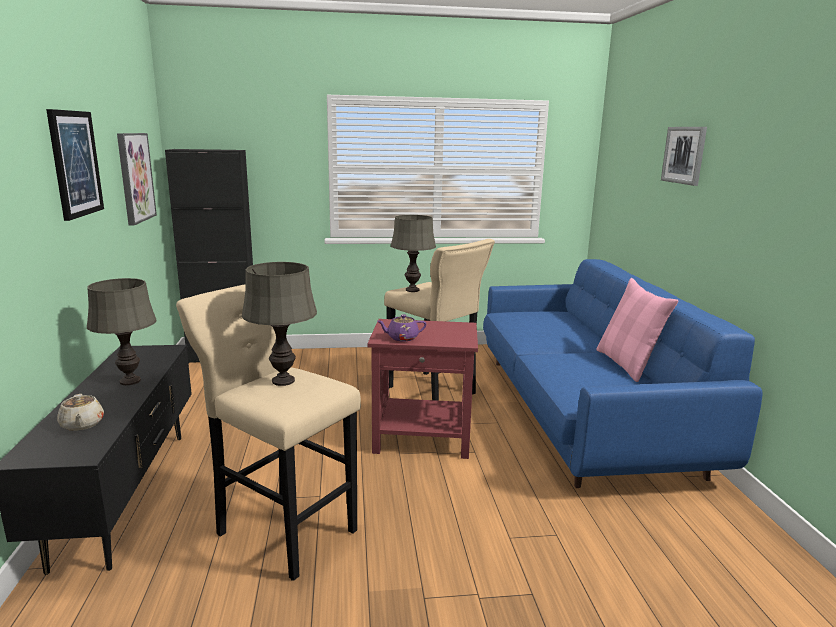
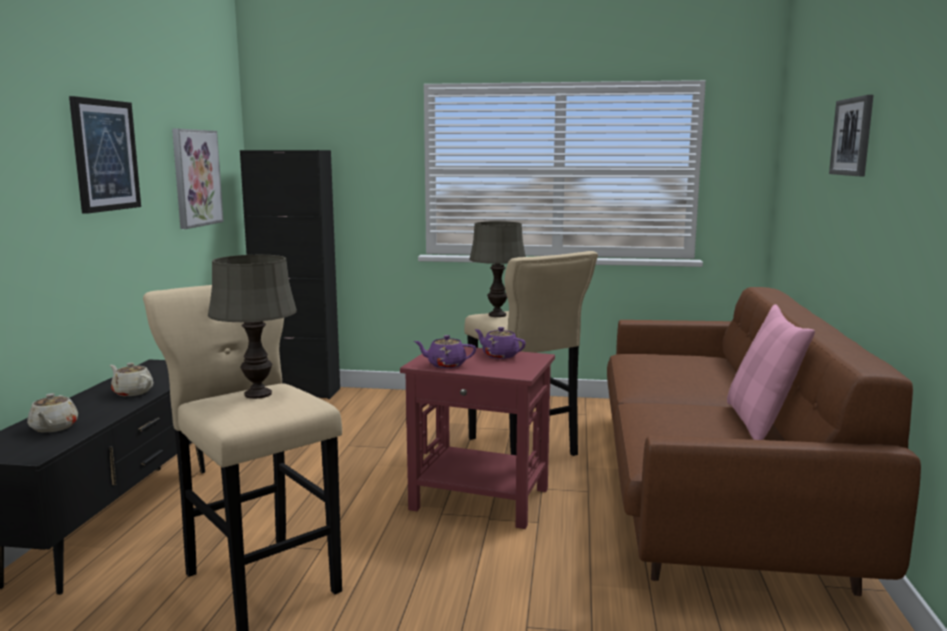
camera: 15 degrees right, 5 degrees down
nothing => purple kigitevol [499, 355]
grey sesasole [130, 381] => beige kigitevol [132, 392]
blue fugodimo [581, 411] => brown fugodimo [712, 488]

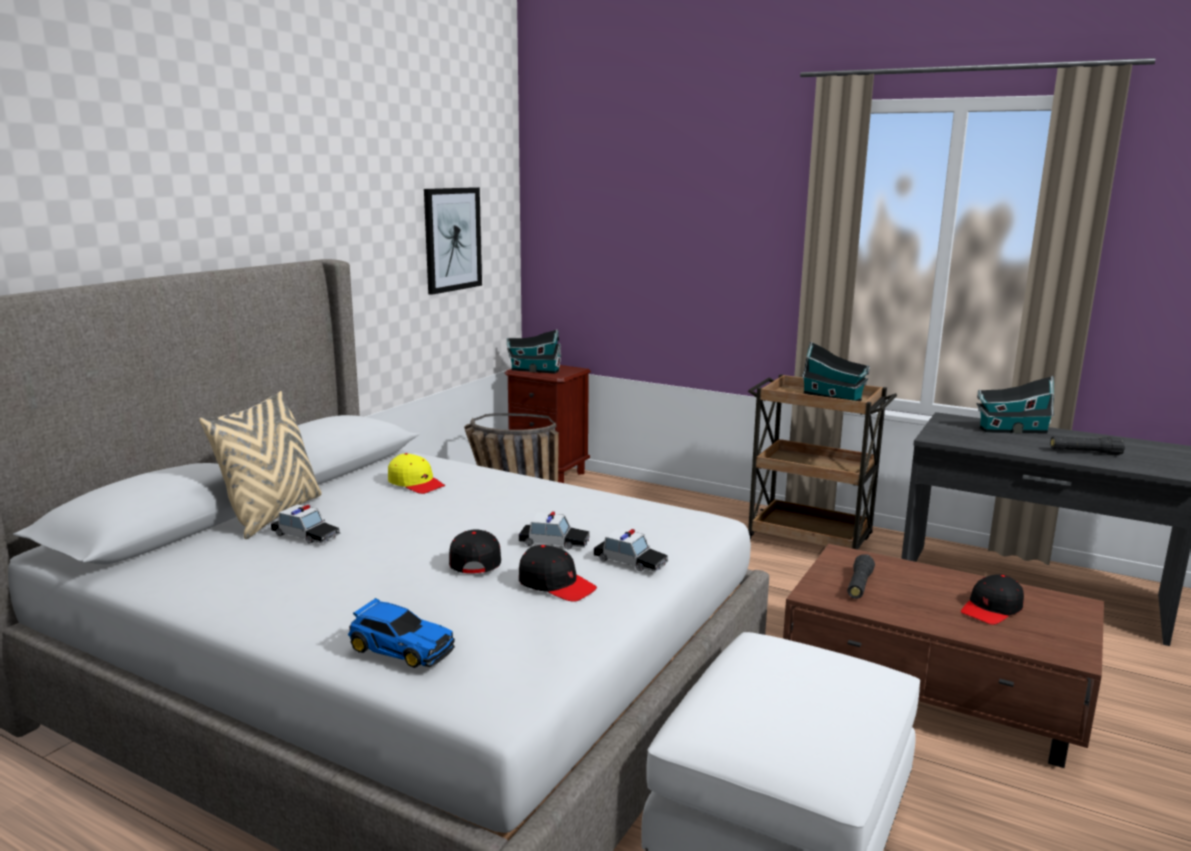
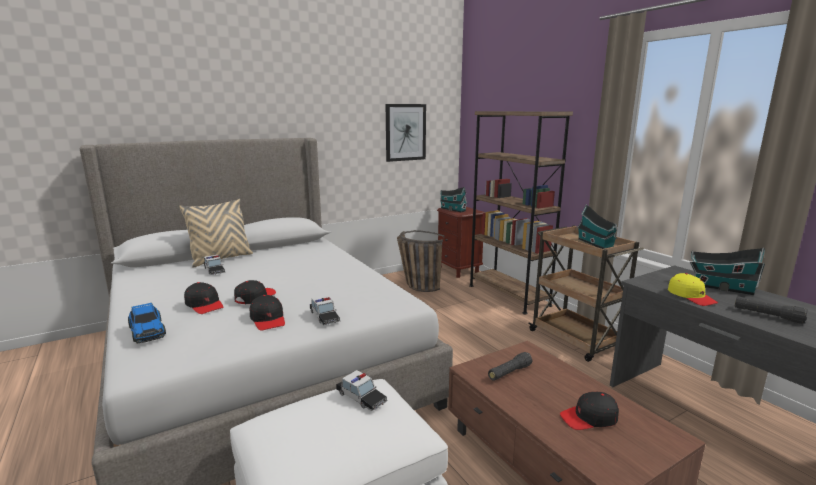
camera: 30 degrees right, 0 degrees up
nothing => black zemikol [204, 305]
nothing => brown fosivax [508, 295]
yellow zemikol [416, 483] => yellow zemikol [691, 296], moved
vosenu [554, 542] => vosenu [361, 397], moved

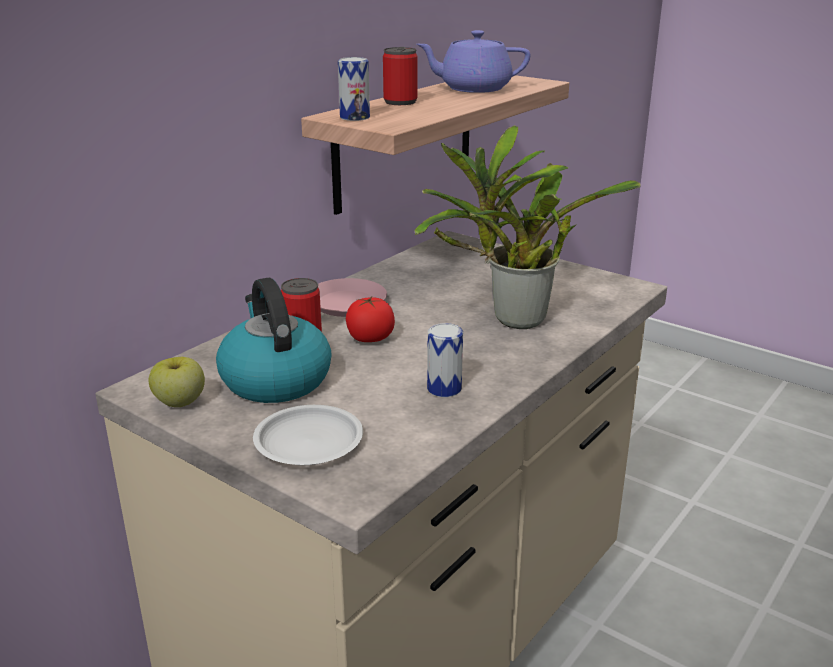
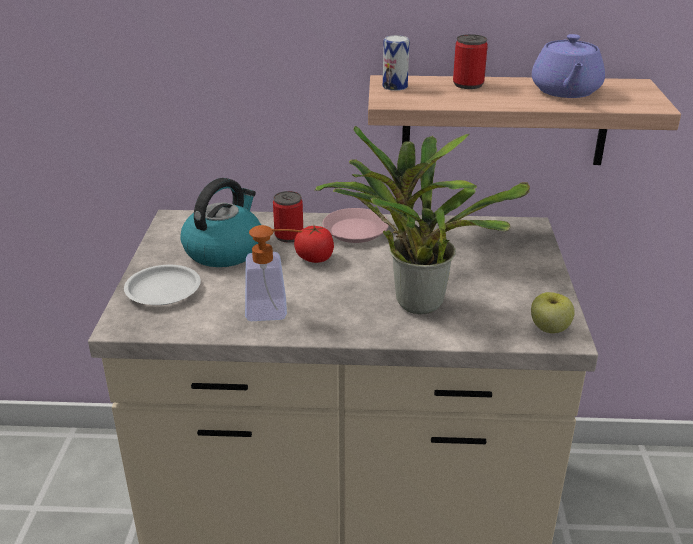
camera: 55 degrees right, 5 degrees up
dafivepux [180, 402] => dafivepux [549, 328], moved
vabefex [444, 388] => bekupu [275, 310]
purple kigitevol [473, 89] => purple kigitevol [565, 91], 135 degrees counterclockwise

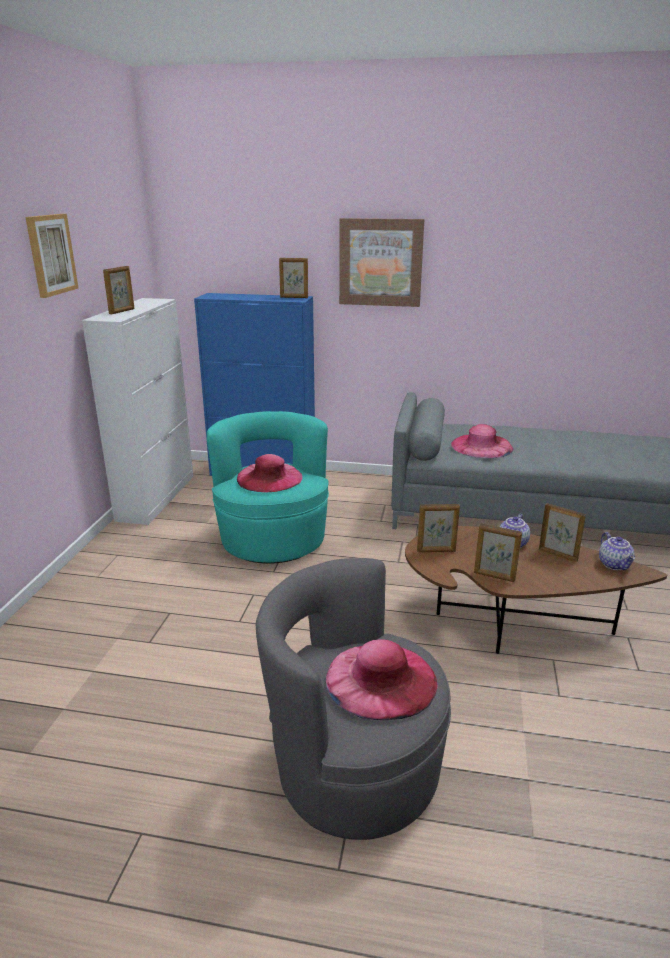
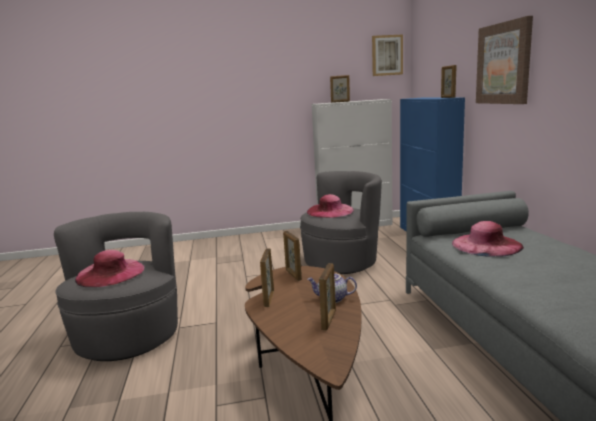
camera: 70 degrees right, 10 degrees down
kigitevol [615, 565] => nothing
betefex [51, 255] => betefex [387, 55], moved
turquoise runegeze [273, 539] => grey runegeze [342, 261]

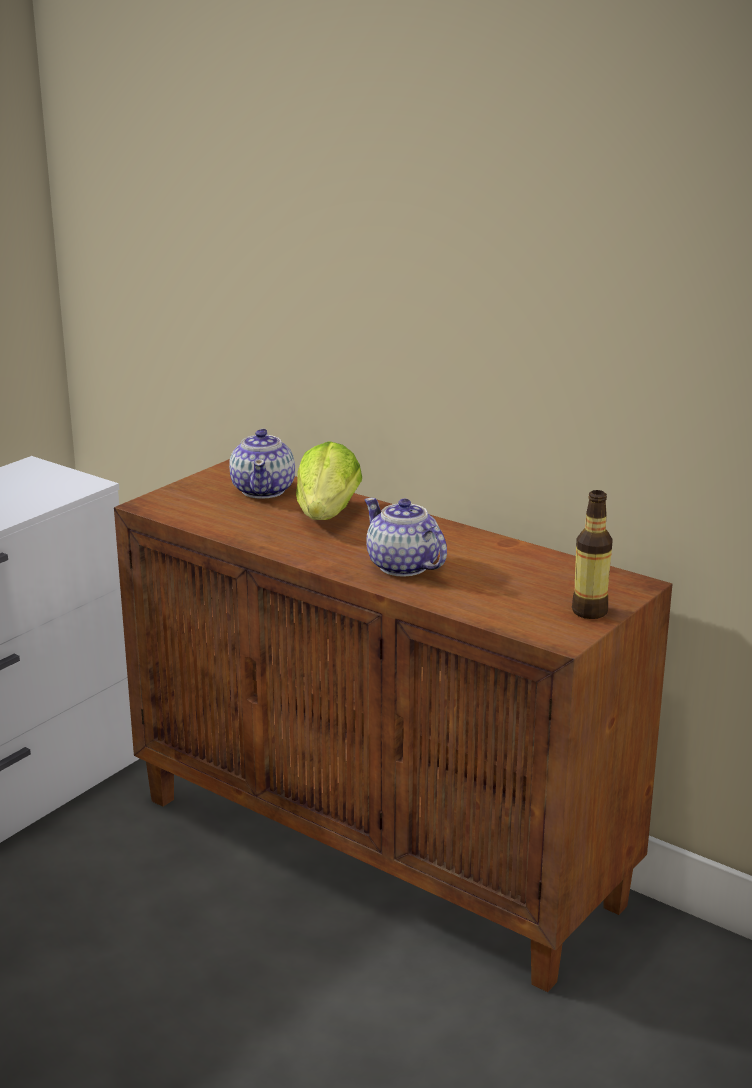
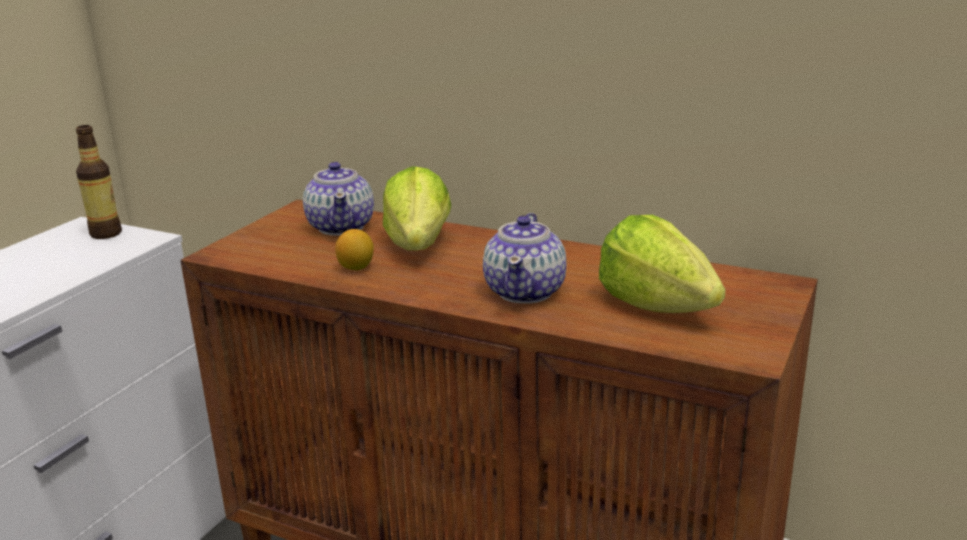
camera: 10 degrees left, 0 degrees up
nothing => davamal [356, 267]
nothing => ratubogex [656, 305]
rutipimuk [589, 611] => rutipimuk [106, 233], moved
kigitevol [403, 566] => kigitevol [526, 291], 120 degrees counterclockwise

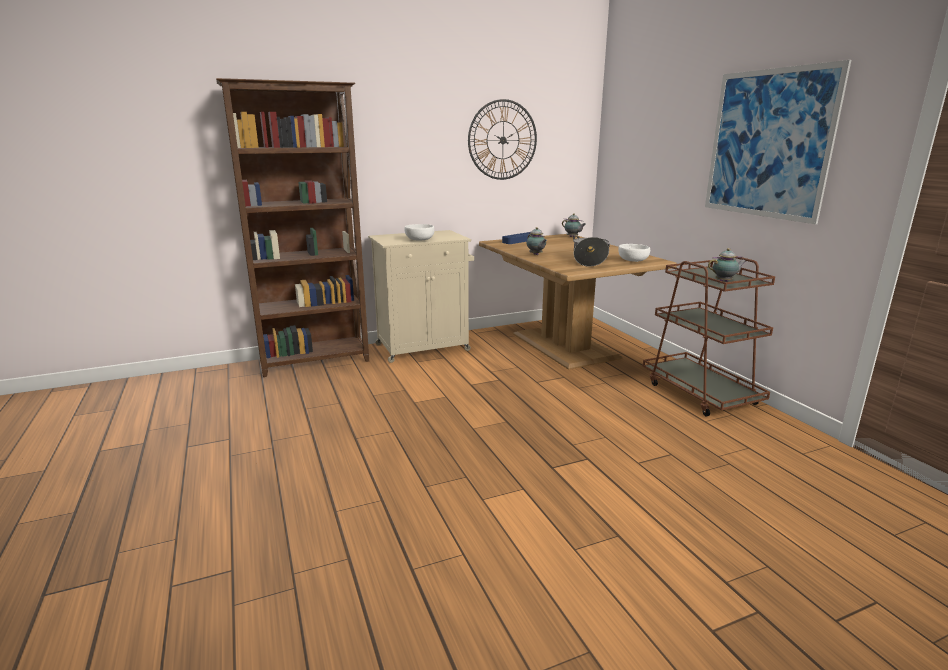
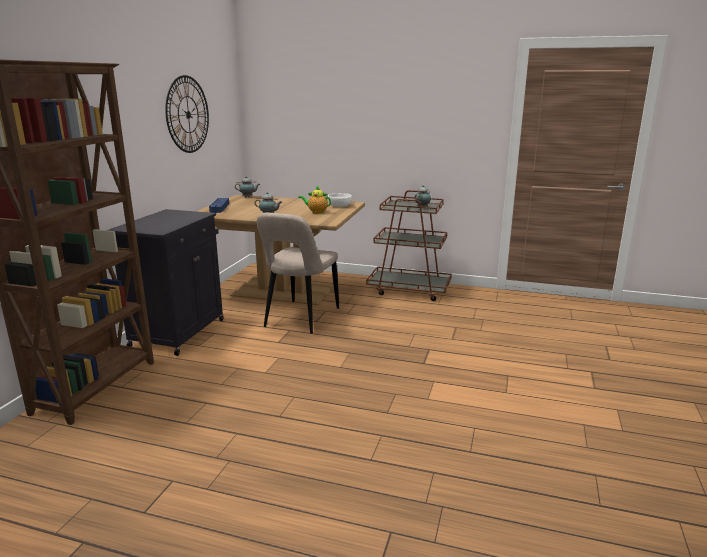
camera: 50 degrees left, 0 degrees up
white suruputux [420, 240] => nothing
betefex [768, 144] => nothing
nothing => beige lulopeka [300, 319]
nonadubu [589, 260] => kigitevol [316, 212]
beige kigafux [424, 347] => black kigafux [179, 332]

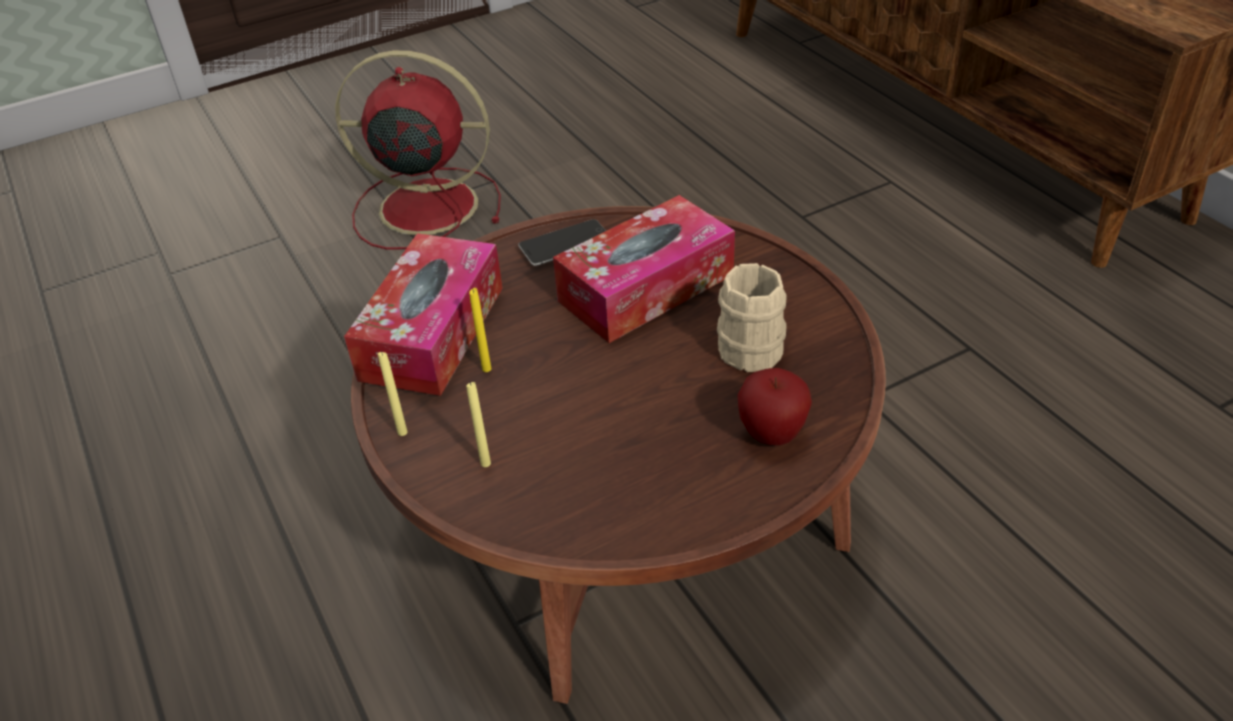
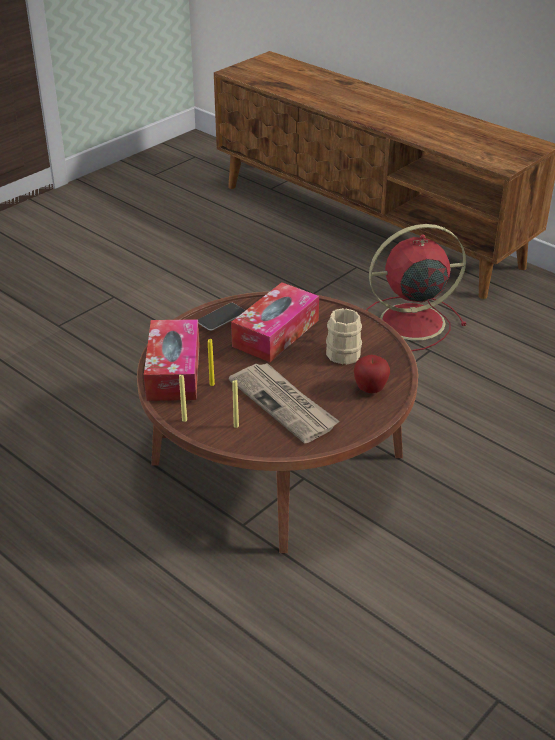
camera: 20 degrees left, 5 degrees down
nothing => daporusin [284, 404]
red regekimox [424, 207] => red regekimox [409, 322], moved

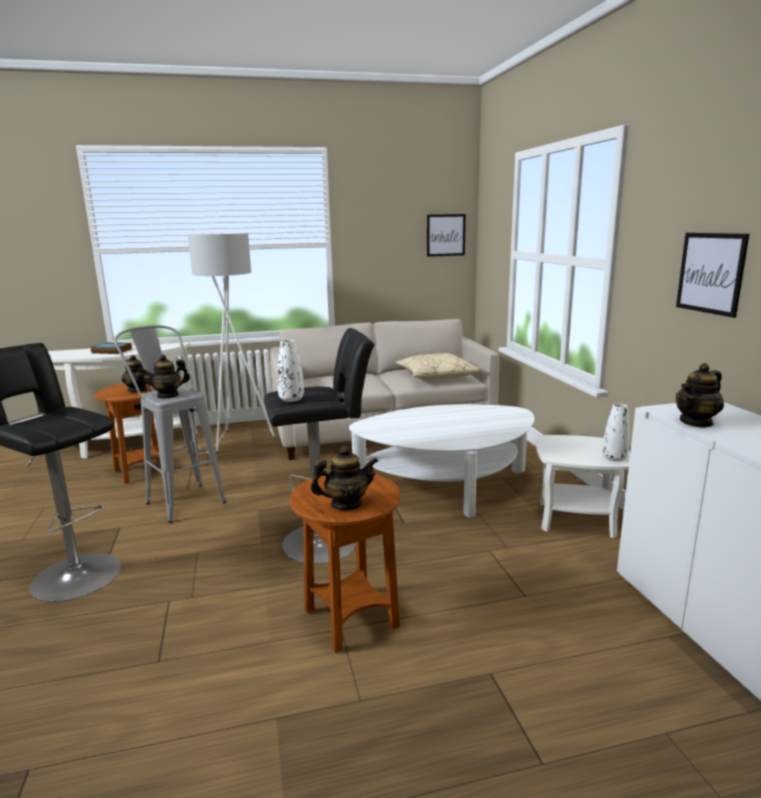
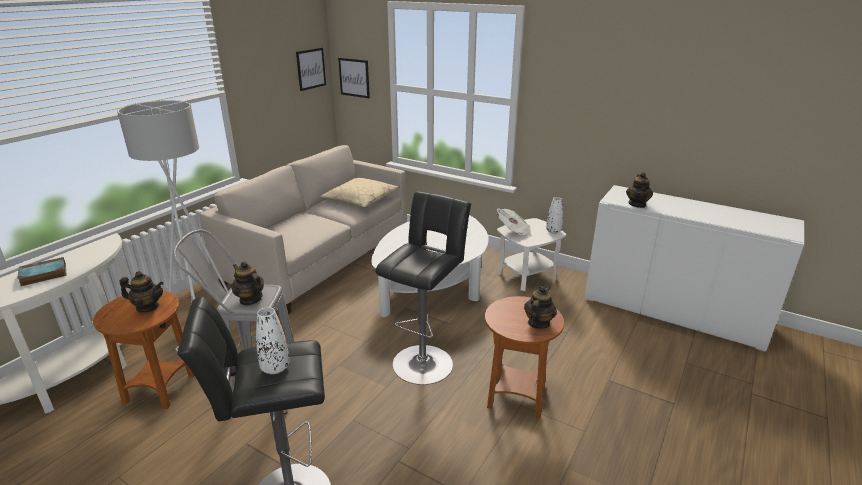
camera: 45 degrees left, 10 degrees up
nothing => daporusin [514, 231]
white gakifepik [291, 399] => white gakifepik [275, 368], moved
betefex [710, 273] => betefex [354, 77], moved
kigitevol [168, 395] => kigitevol [250, 299], 120 degrees clockwise

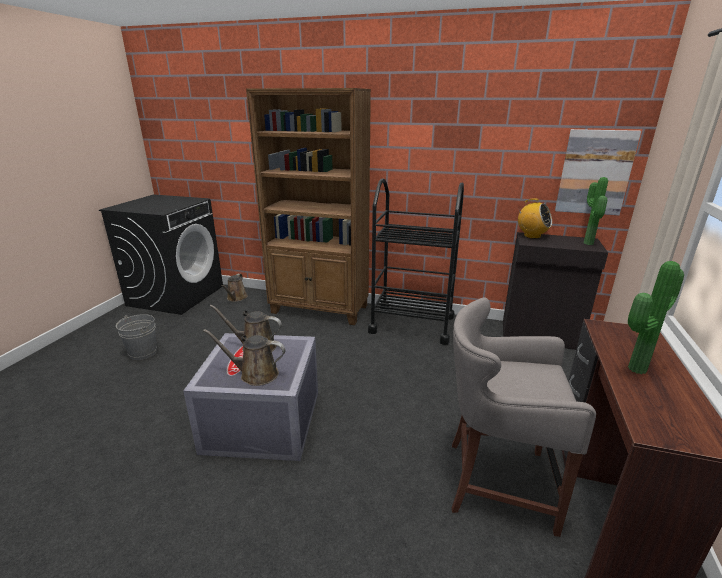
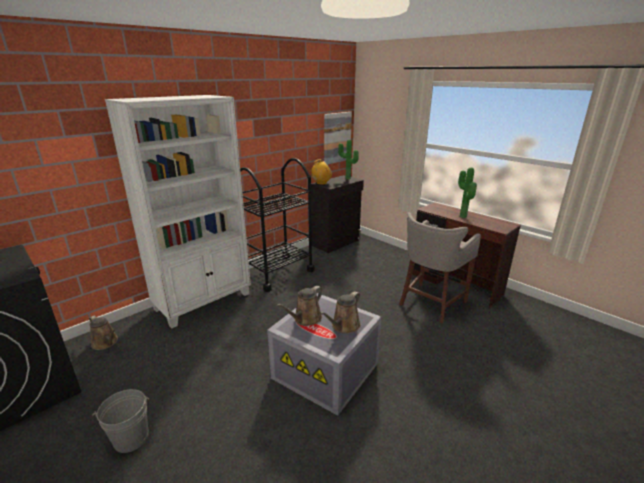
camera: 60 degrees left, 0 degrees up
brown fosivax [320, 310] => white fosivax [204, 301]

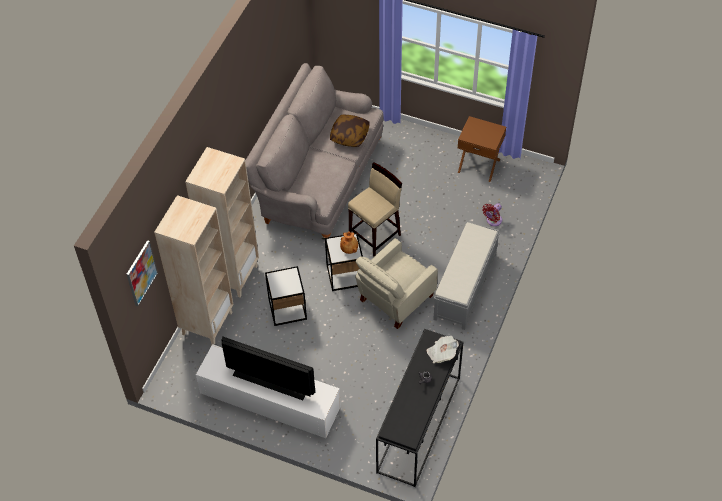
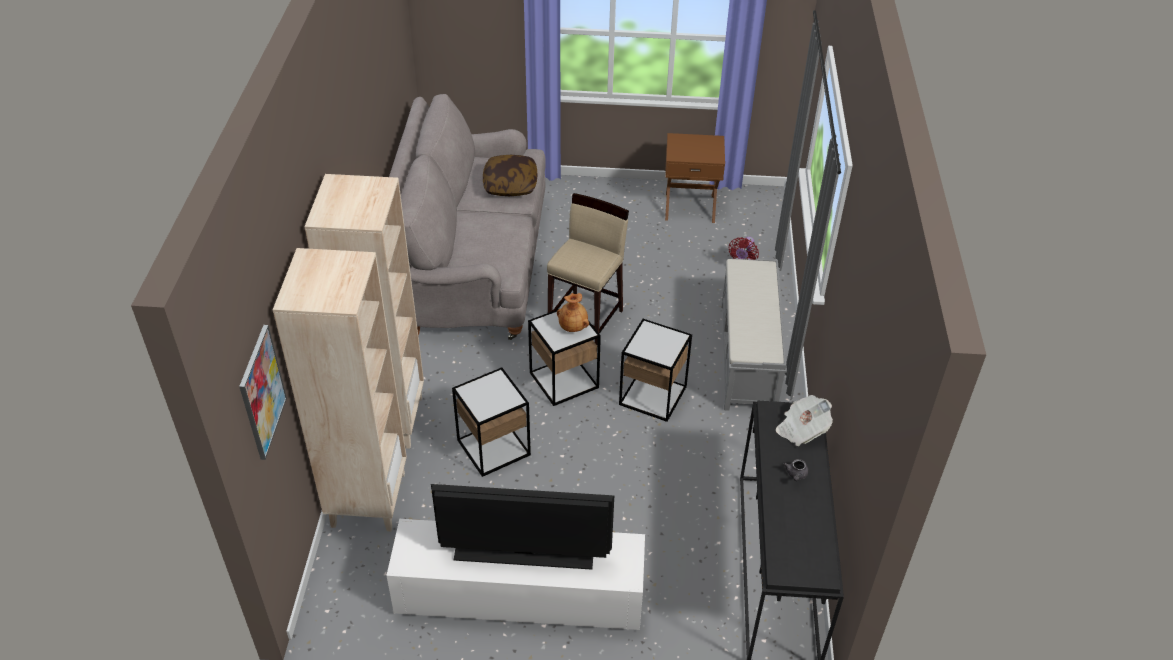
camera: 20 degrees left, 10 degrees down
beige runegeze [394, 299] => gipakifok [652, 395]

